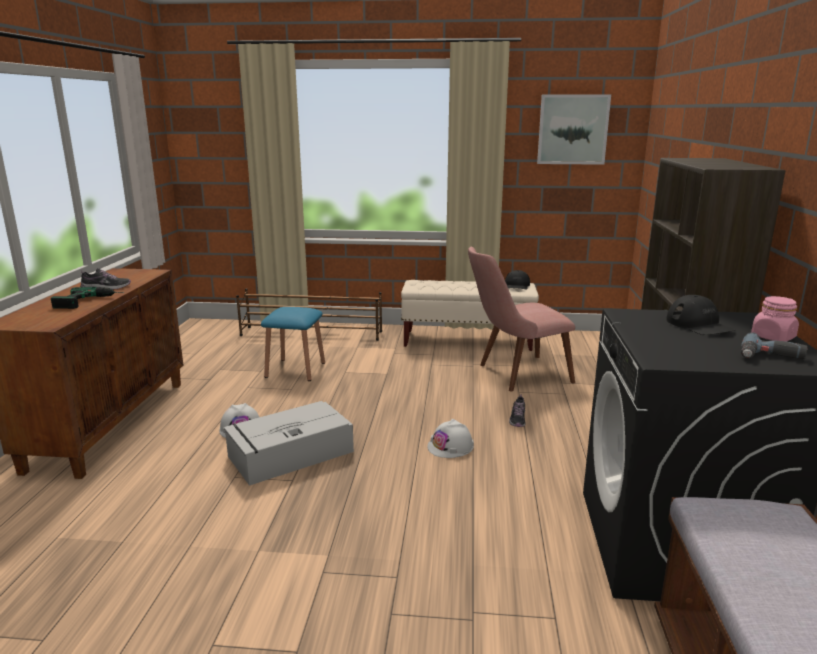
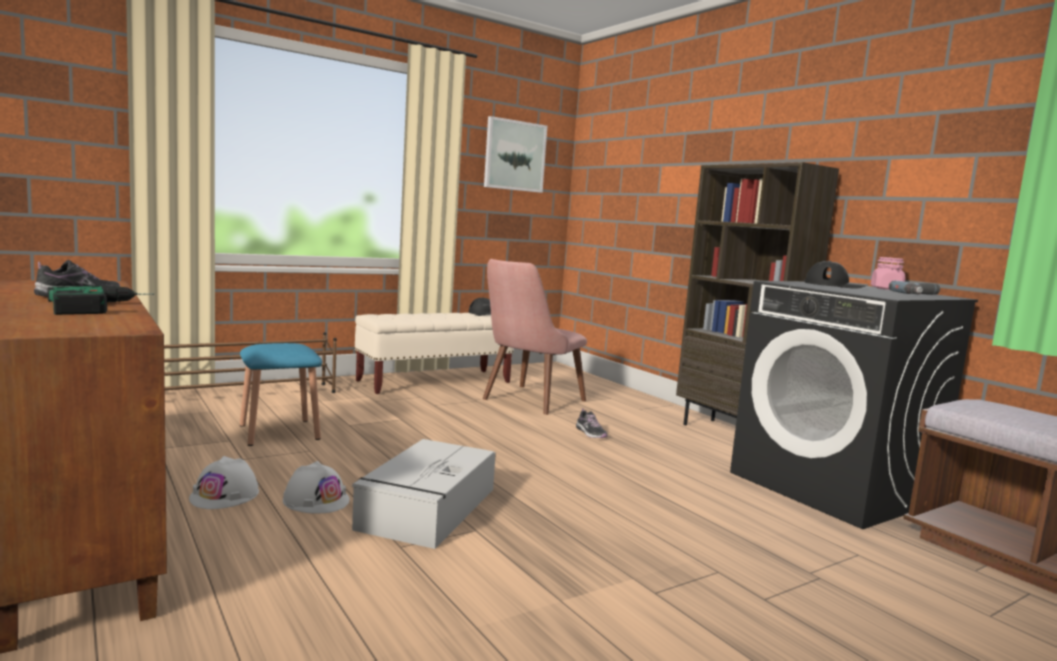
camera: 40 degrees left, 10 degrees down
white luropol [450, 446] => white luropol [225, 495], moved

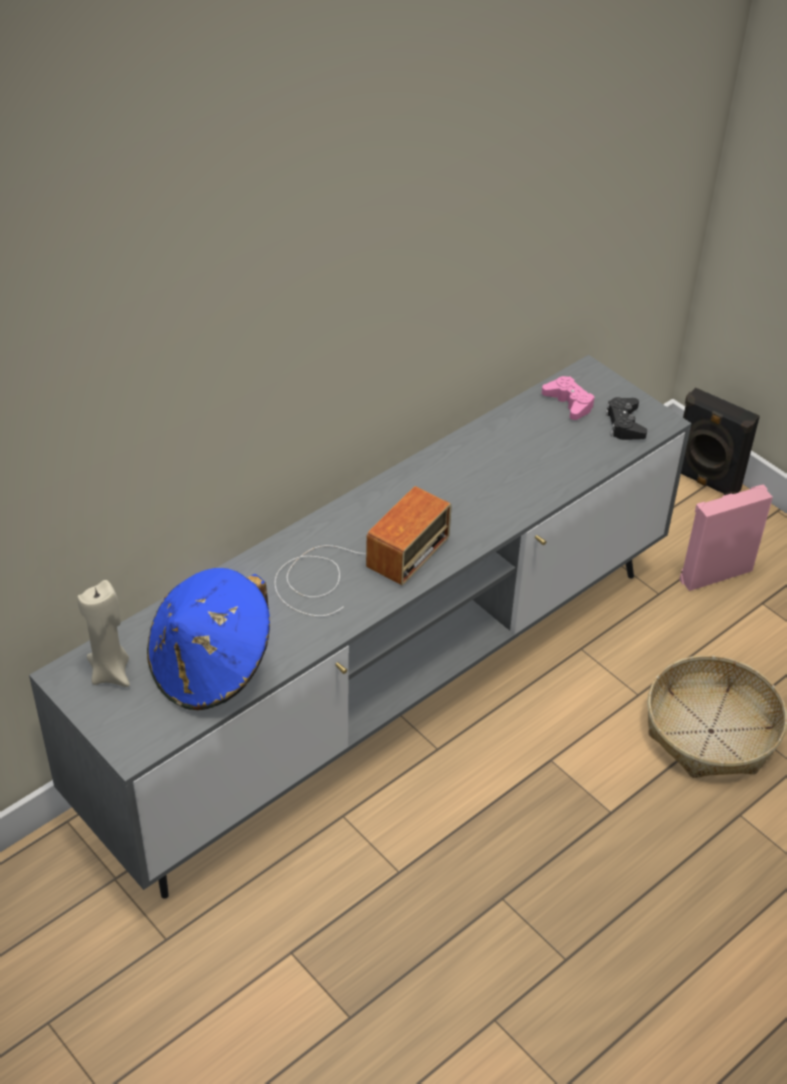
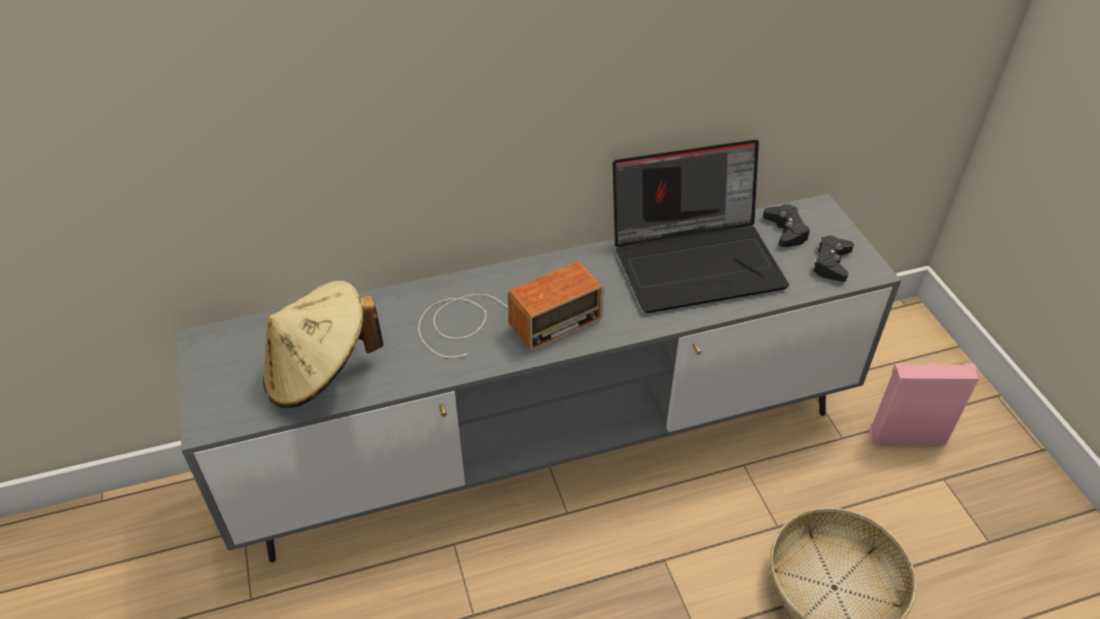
camera: 25 degrees right, 0 degrees up
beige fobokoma [111, 672] => nothing
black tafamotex [704, 482] => nothing
nothing => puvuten [697, 260]
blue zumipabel [211, 667] => beige zumipabel [321, 372]
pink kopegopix [569, 403] => black kopegopix [786, 231]

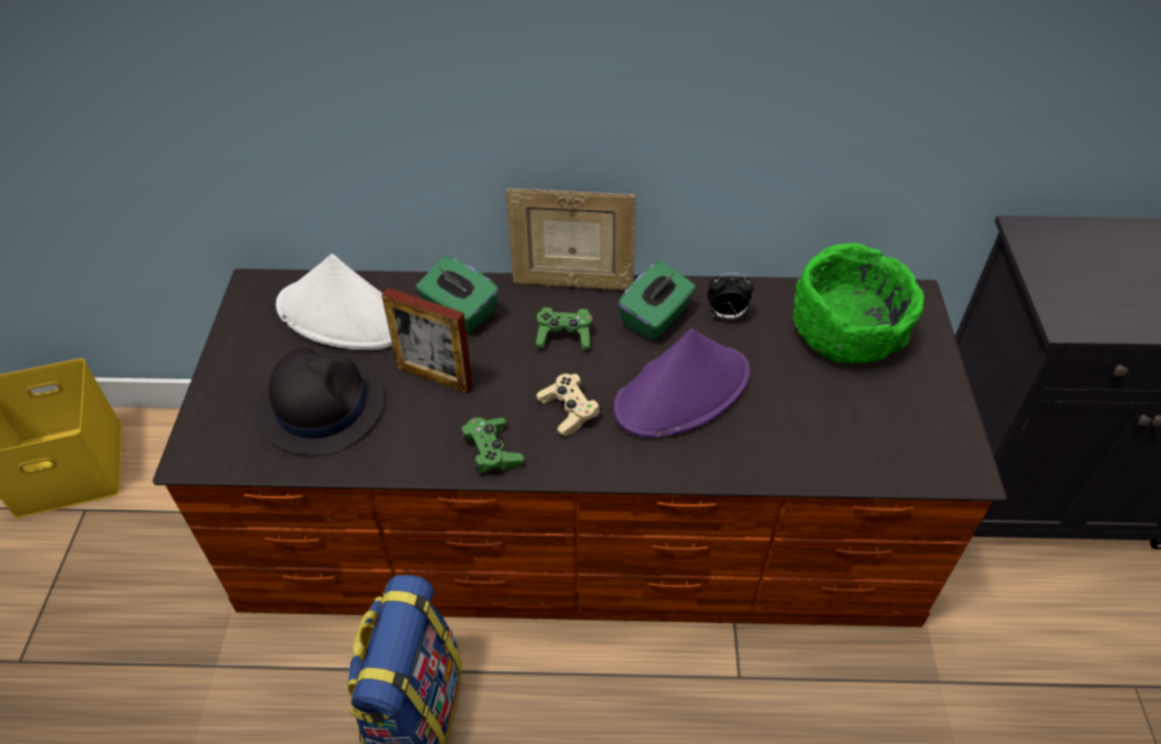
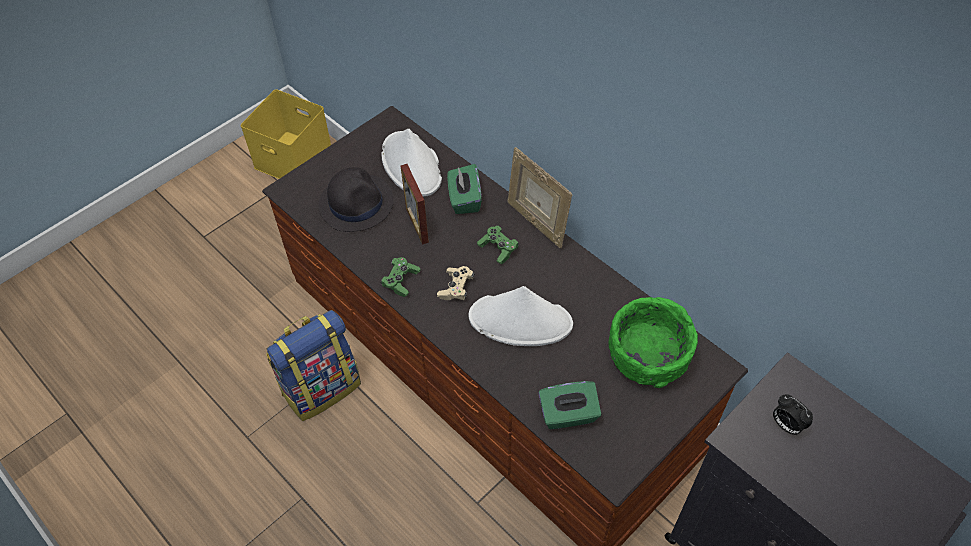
camera: 45 degrees right, 5 degrees up
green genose [655, 318] => green genose [568, 415], moved
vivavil [726, 316] => vivavil [786, 425], moved
purple zumipabel [683, 392] => white zumipabel [521, 321]

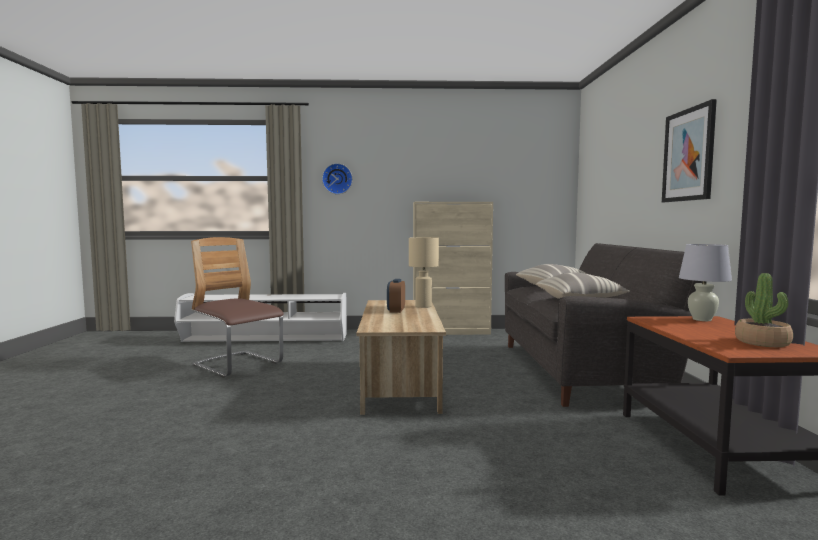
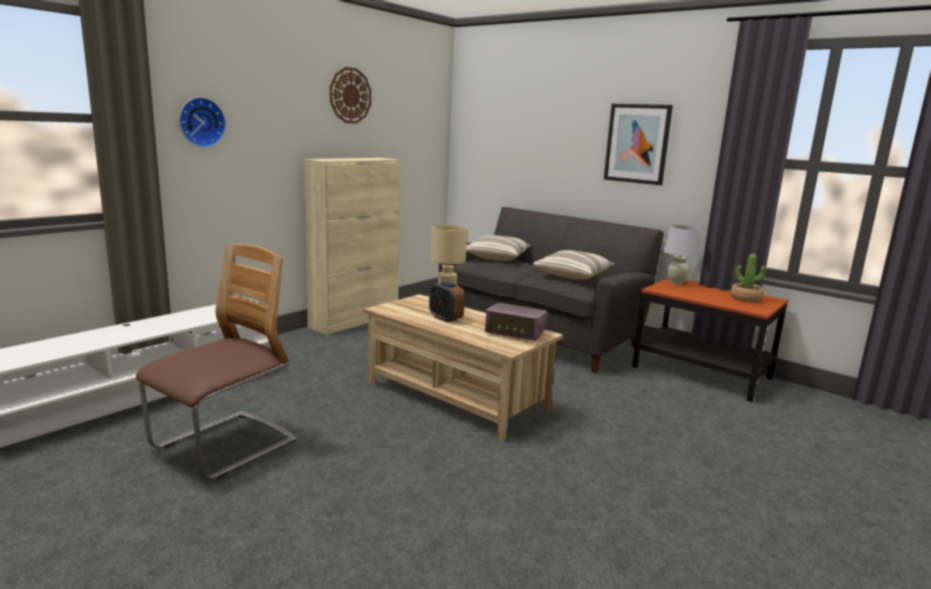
camera: 50 degrees left, 10 degrees up
nothing => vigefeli [350, 95]
nothing => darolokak [515, 333]
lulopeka [238, 365] => lulopeka [224, 446], 135 degrees clockwise

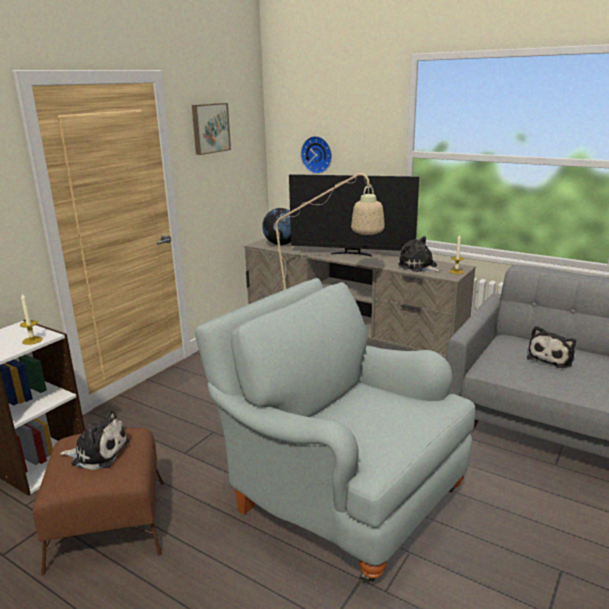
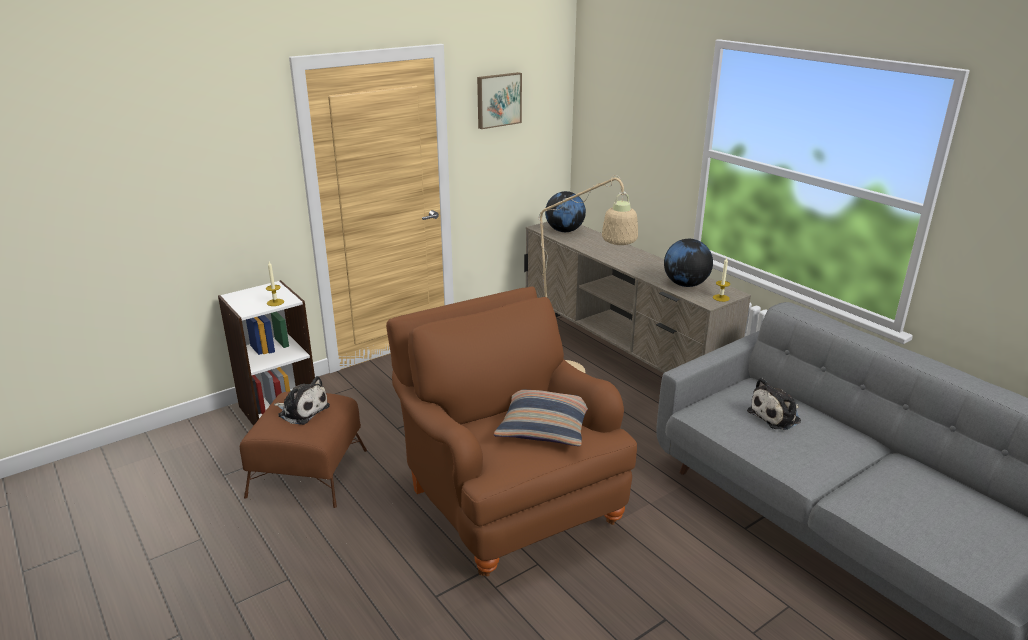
camera: 20 degrees right, 5 degrees up
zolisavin [352, 254] => nothing
vigefeli [317, 154] => nothing
nothing => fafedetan [544, 426]
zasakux [419, 267] => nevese [685, 284]
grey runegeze [339, 495] => brown runegeze [508, 500]

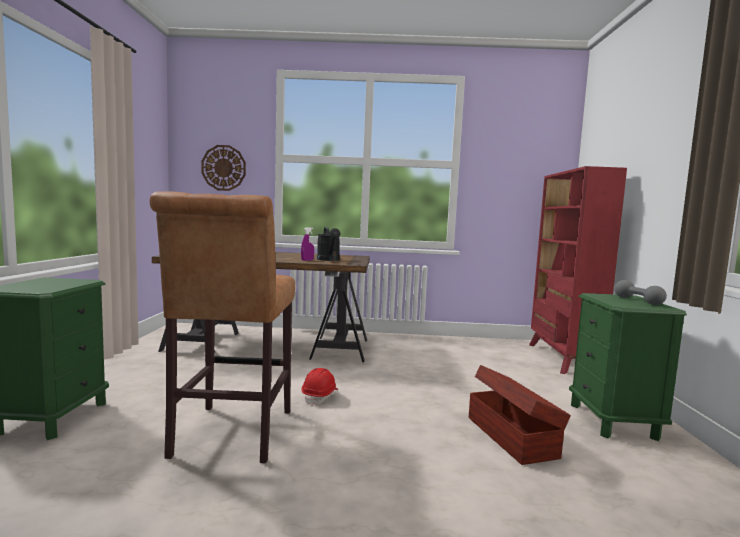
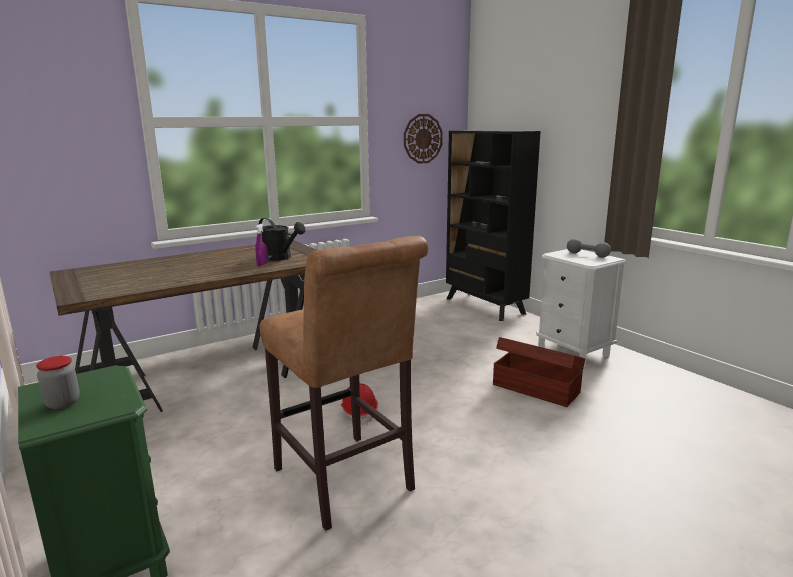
camera: 35 degrees left, 10 degrees up
nothing => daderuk [62, 403]
vigefeli [223, 168] => vigefeli [422, 138], moved
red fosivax [562, 359] => black fosivax [484, 306]
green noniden [613, 421] => white noniden [573, 351]

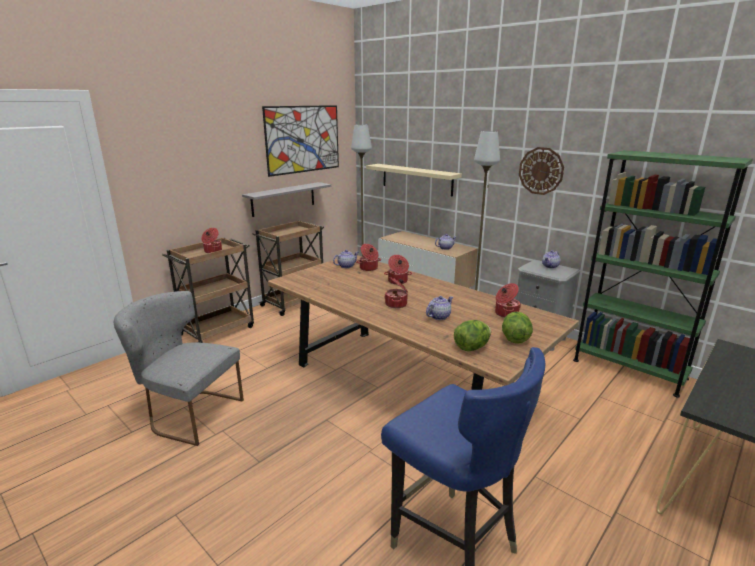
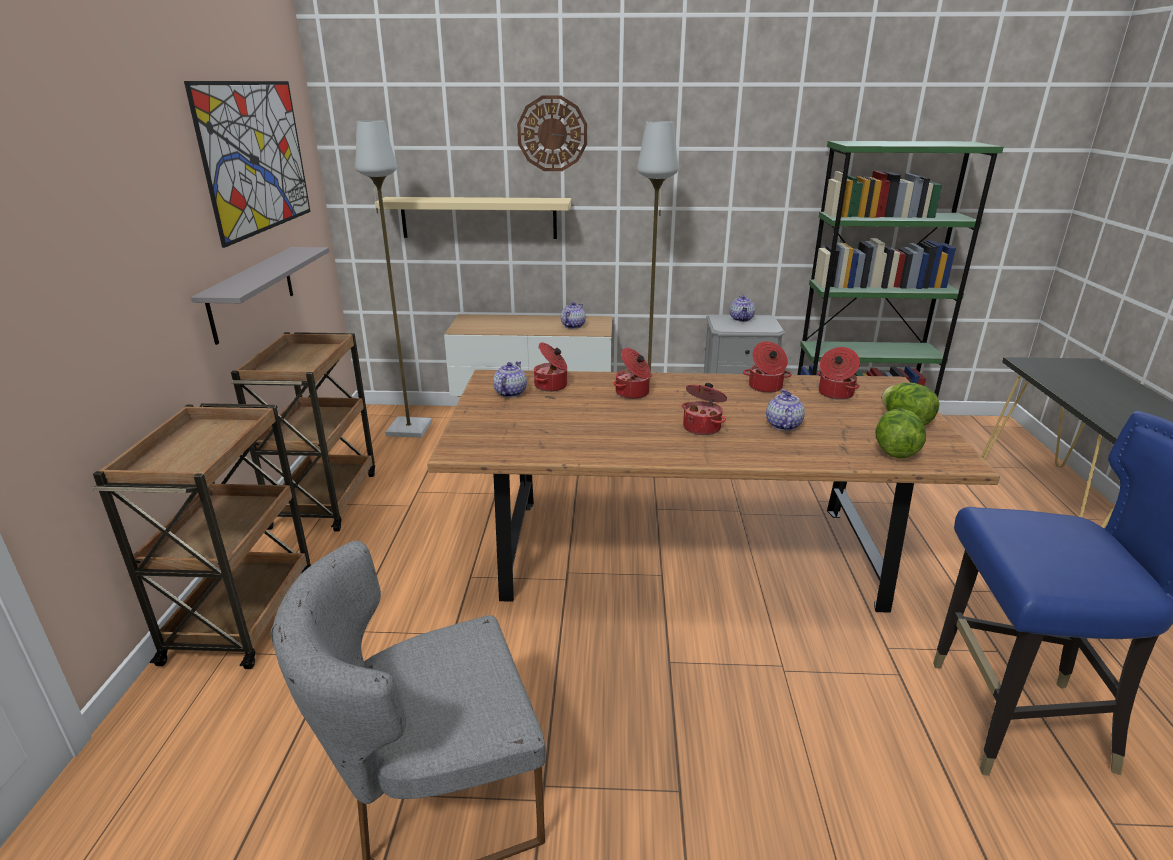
camera: 40 degrees left, 5 degrees up
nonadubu [212, 251] => nonadubu [765, 387], moved
vigefeli [541, 171] => vigefeli [552, 134], moved

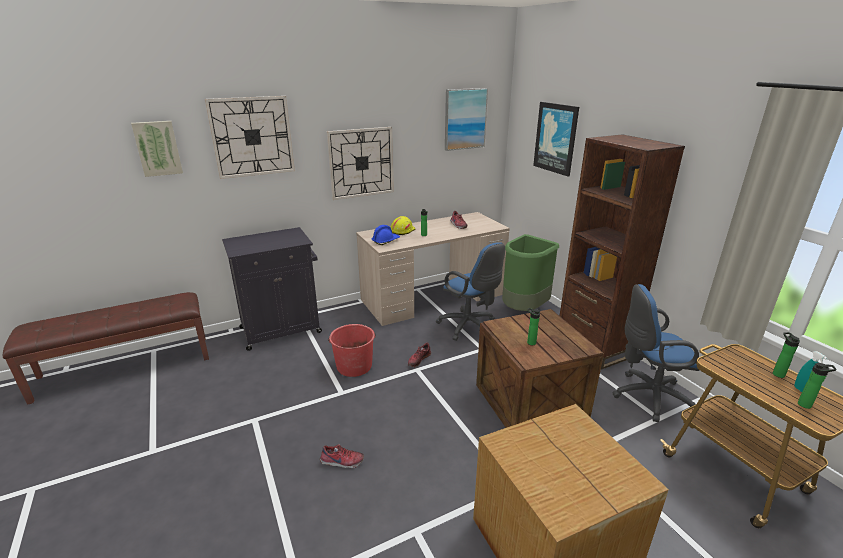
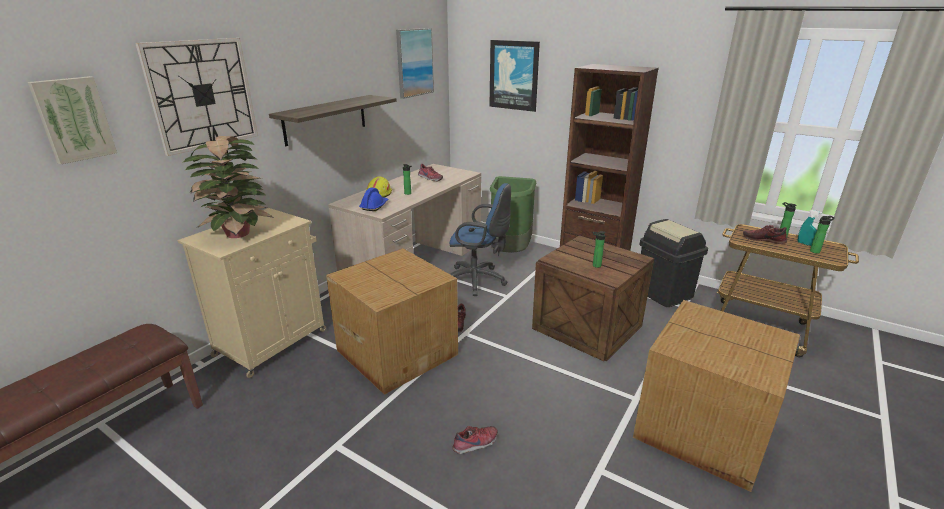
camera: 30 degrees left, 0 degrees up
nothing => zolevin [238, 235]
nothing => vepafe [763, 240]
vigefeli [361, 163] => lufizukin [325, 119]
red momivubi [354, 366] => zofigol [397, 351]
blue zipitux [647, 397] => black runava [663, 293]
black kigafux [282, 330] => beige kigafux [273, 342]

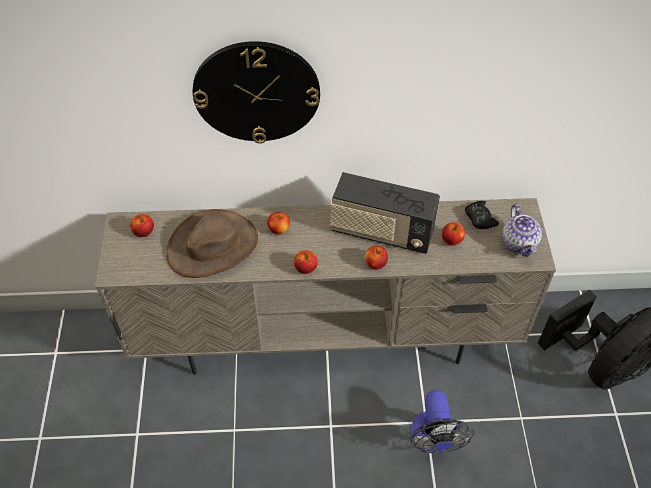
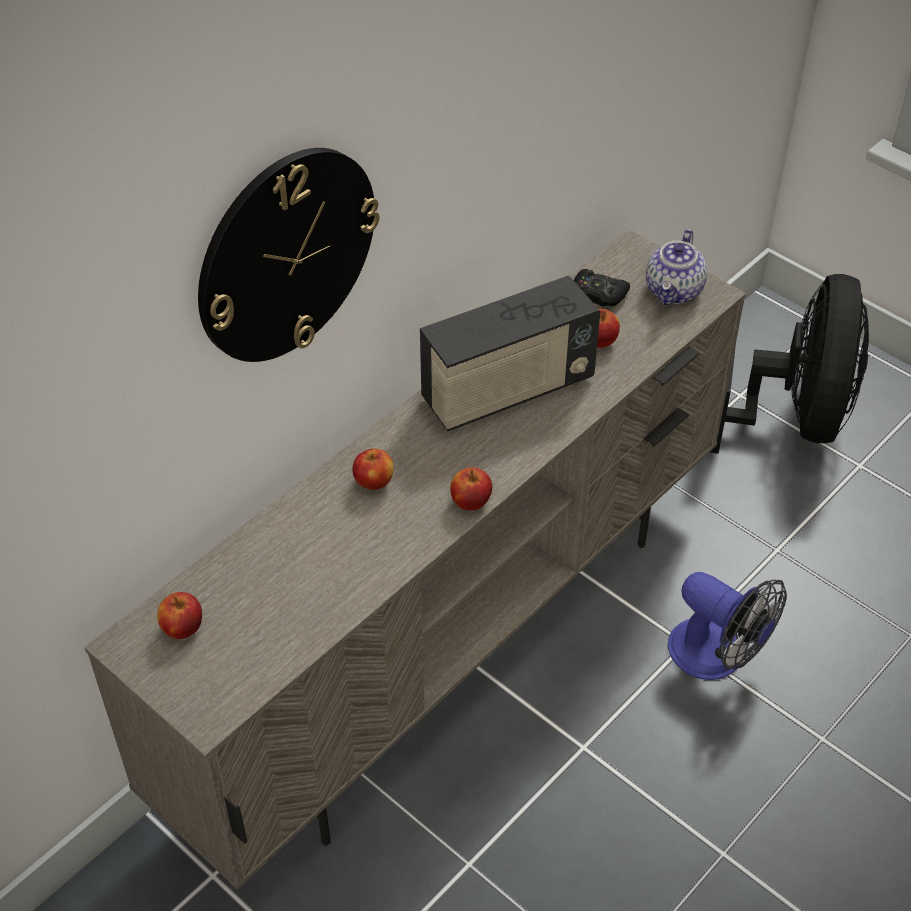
camera: 45 degrees left, 5 degrees down
brown zumipabel [212, 246] => nothing
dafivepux [375, 264] => nothing
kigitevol [519, 243] => kigitevol [674, 291], 75 degrees clockwise

